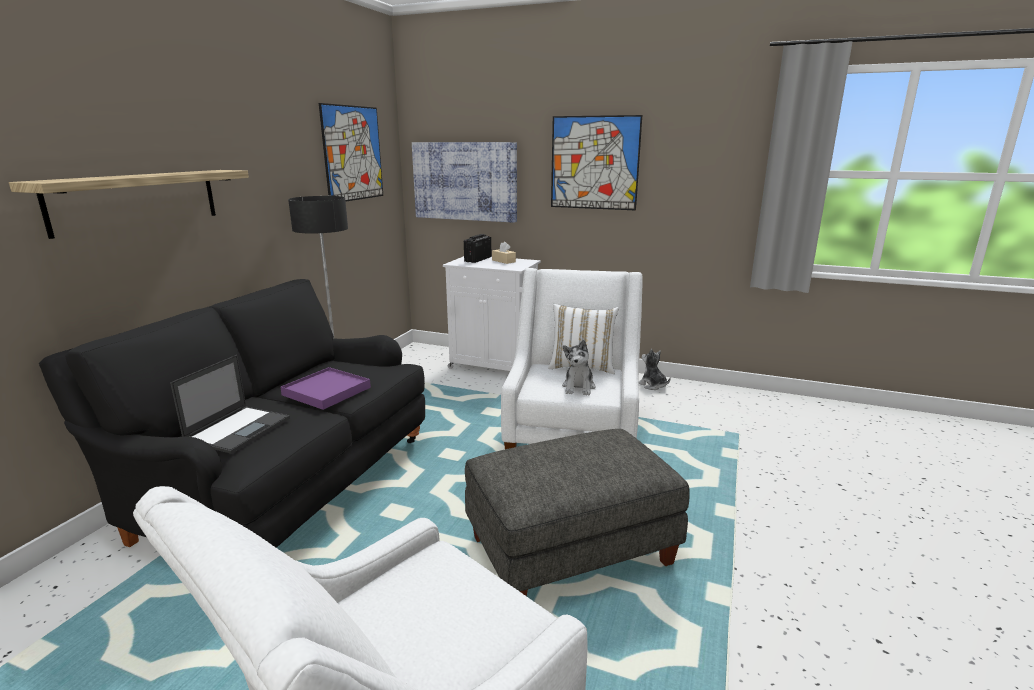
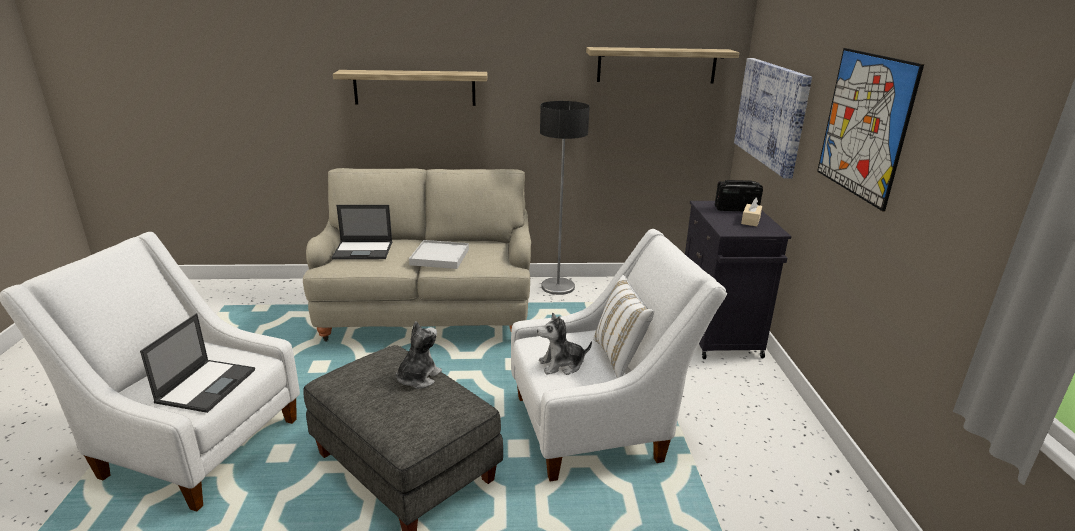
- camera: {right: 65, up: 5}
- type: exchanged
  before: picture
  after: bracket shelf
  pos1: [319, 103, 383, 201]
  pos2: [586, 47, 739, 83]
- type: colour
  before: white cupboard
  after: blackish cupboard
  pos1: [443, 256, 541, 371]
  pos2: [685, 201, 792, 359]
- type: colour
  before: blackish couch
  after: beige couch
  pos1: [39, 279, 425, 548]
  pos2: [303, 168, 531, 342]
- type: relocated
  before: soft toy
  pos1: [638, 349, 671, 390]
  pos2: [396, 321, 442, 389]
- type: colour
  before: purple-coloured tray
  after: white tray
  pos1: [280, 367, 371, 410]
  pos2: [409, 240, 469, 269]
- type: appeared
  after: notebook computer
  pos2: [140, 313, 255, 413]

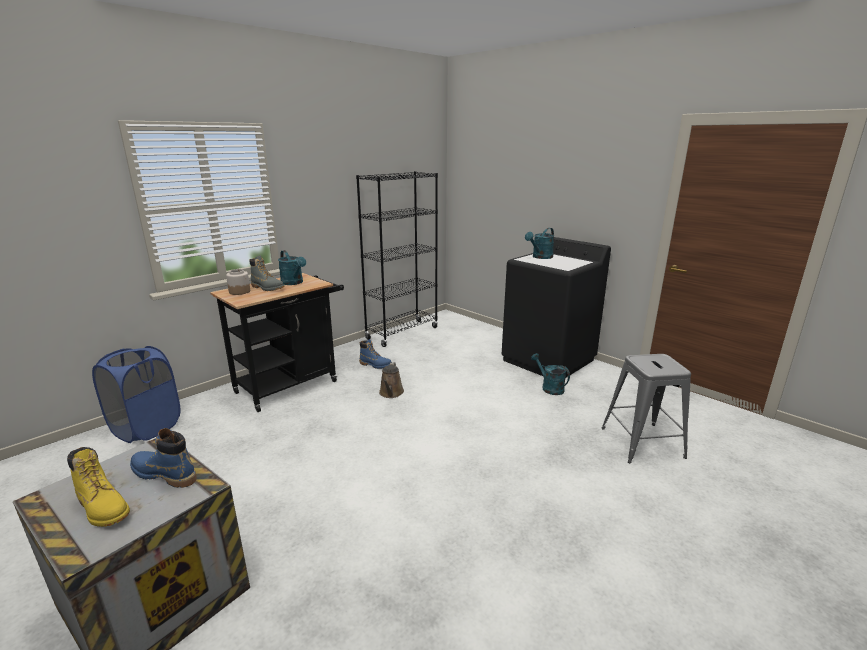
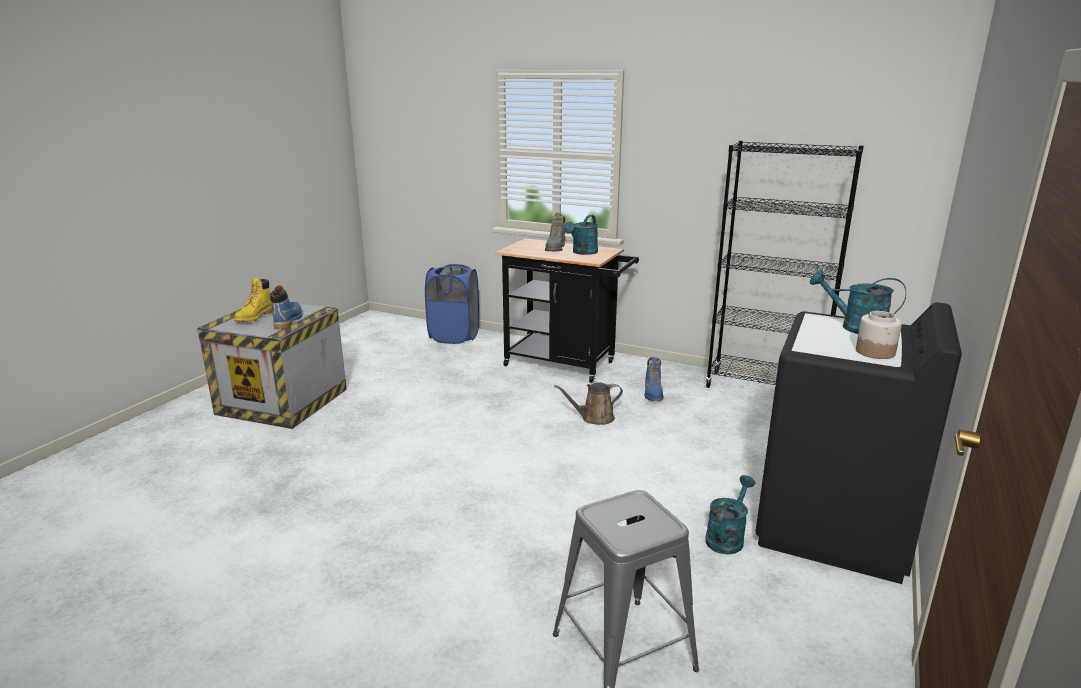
- camera: {right: 70, up: 0}
- type: relocated
  before: preserve jar
  pos1: [226, 269, 250, 295]
  pos2: [856, 311, 902, 359]

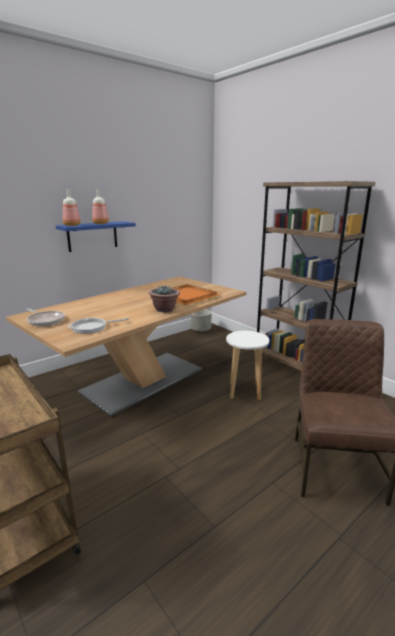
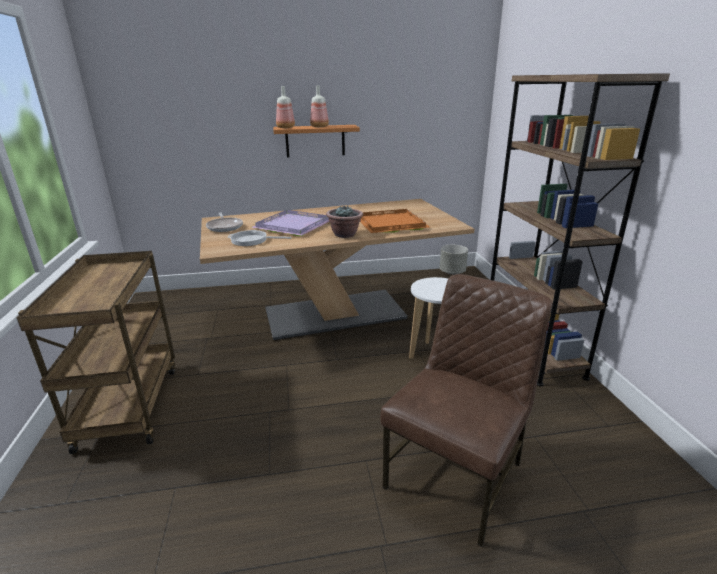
- camera: {right: 30, up: 5}
- type: colour
  before: bluish bracket shelf
  after: orangey bracket shelf
  pos1: [56, 221, 136, 252]
  pos2: [273, 125, 360, 157]
- type: appeared
  after: purple-coloured tray
  pos2: [250, 210, 329, 236]

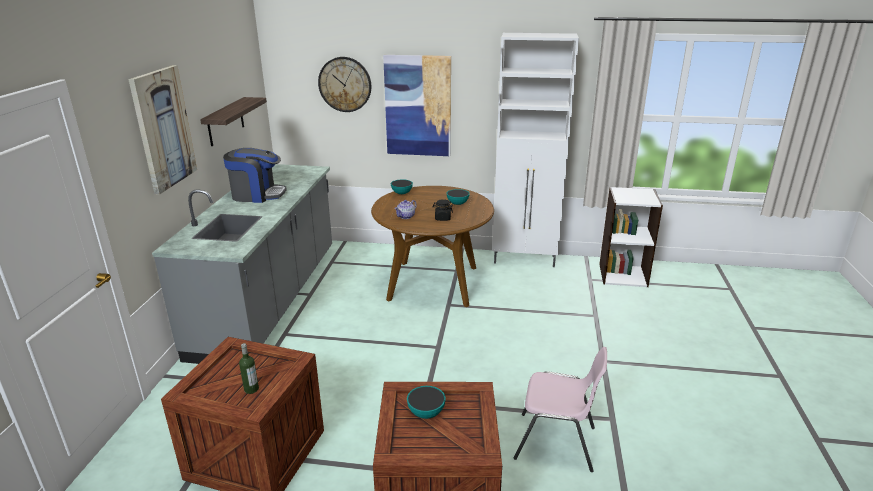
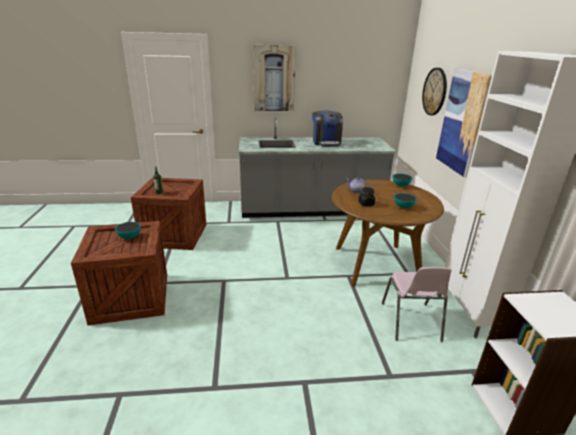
- camera: {right: 75, up: 0}
- type: missing
  before: bracket shelf
  pos1: [200, 97, 267, 146]
- type: relocated
  before: pink upright chair
  pos1: [514, 347, 607, 472]
  pos2: [382, 267, 452, 342]

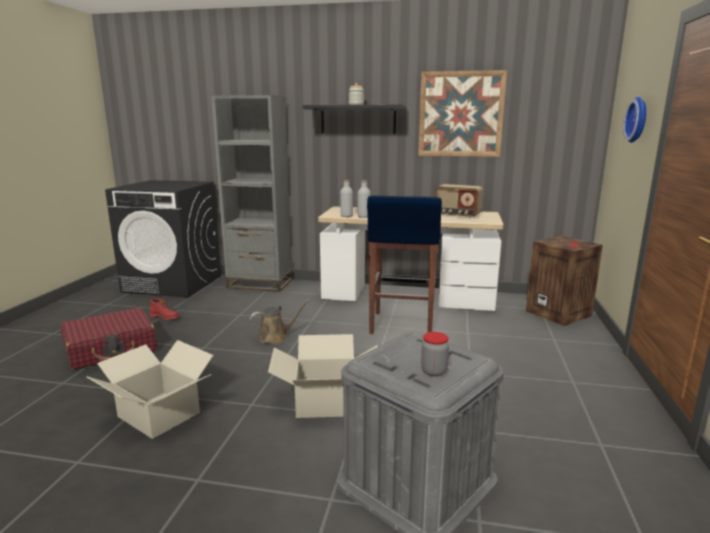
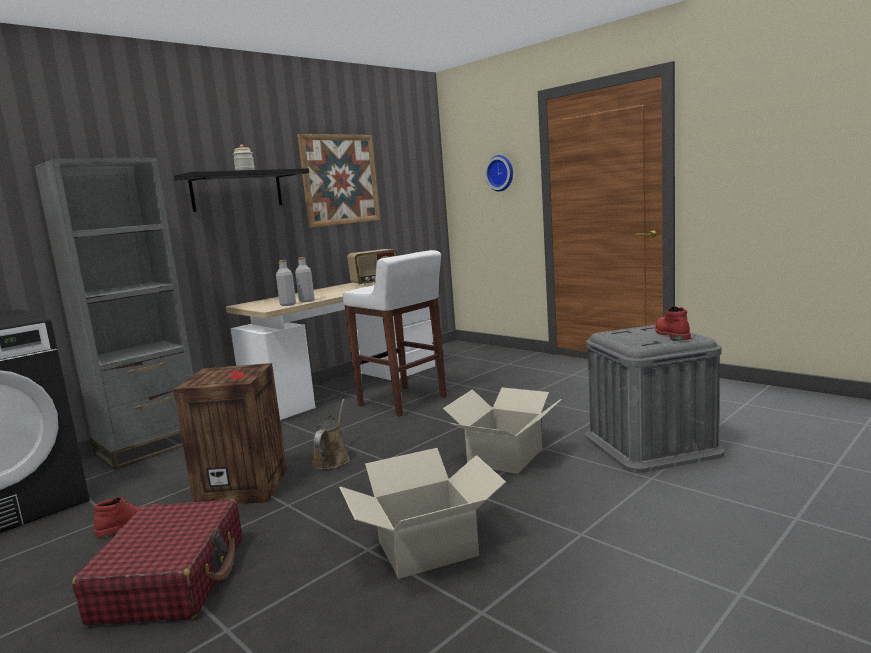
- camera: {right: -55, up: -5}
- type: colour
  before: bluish sitting stool
  after: white sitting stool
  pos1: [367, 195, 442, 334]
  pos2: [343, 250, 447, 417]
- type: relocated
  before: crate
  pos1: [526, 236, 603, 326]
  pos2: [173, 363, 287, 504]
- type: exchanged
  before: preserve jar
  after: red tall boot
  pos1: [421, 332, 449, 376]
  pos2: [655, 306, 691, 340]

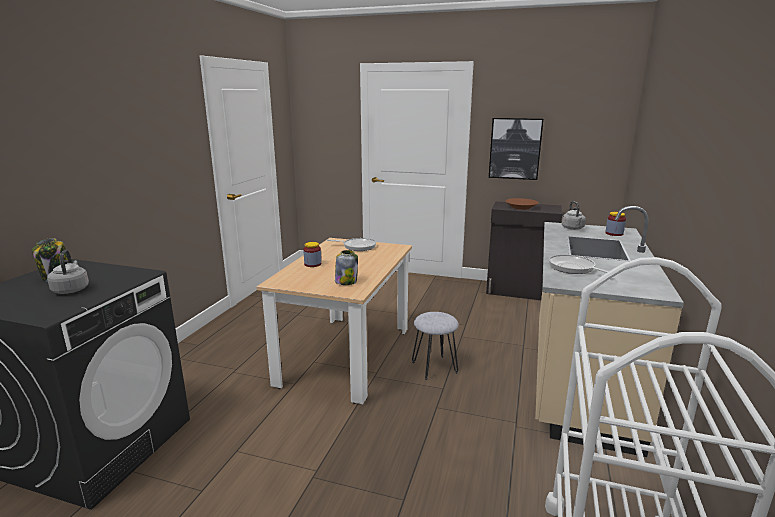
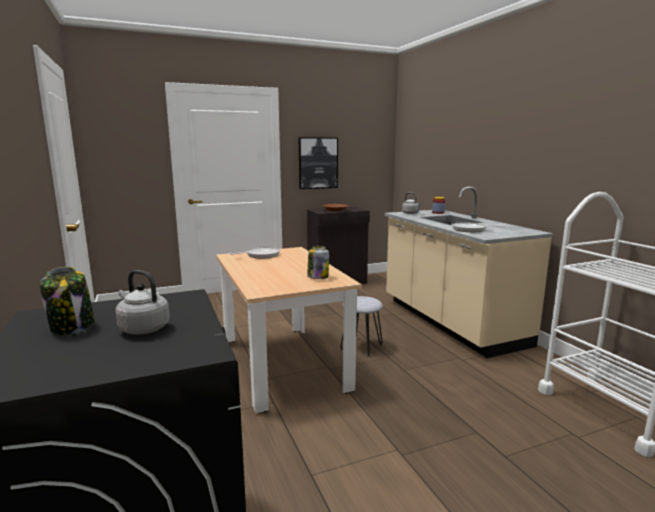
- camera: {right: -40, up: -5}
- type: missing
  before: preserve jar
  pos1: [303, 242, 321, 267]

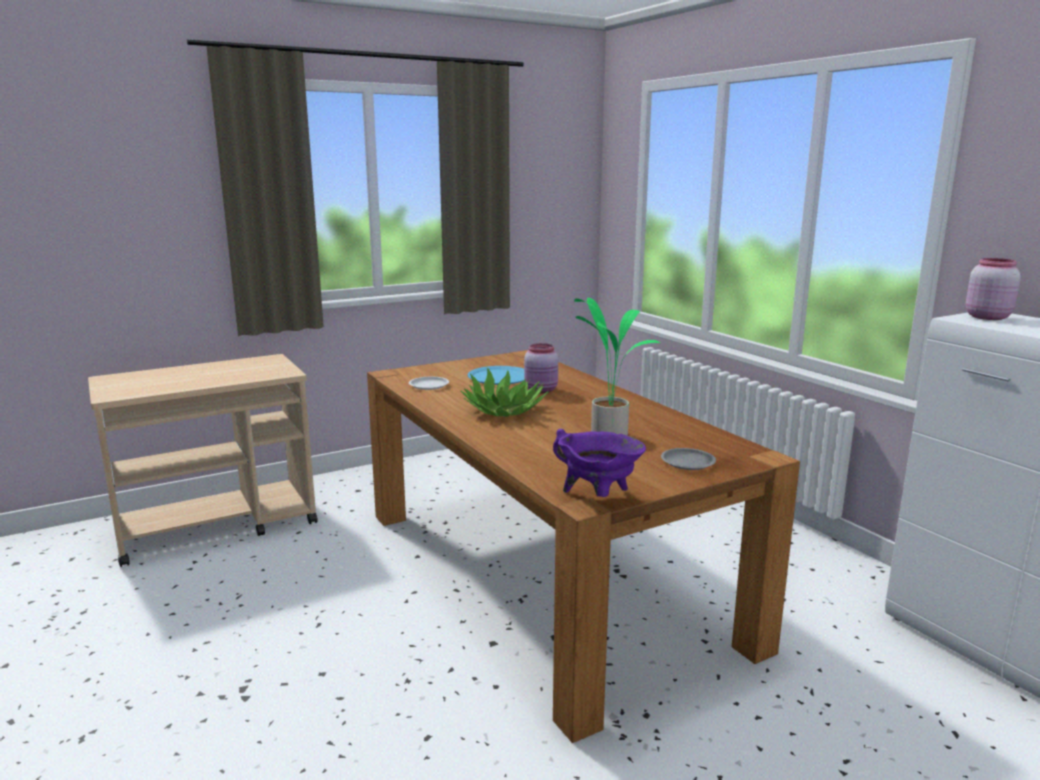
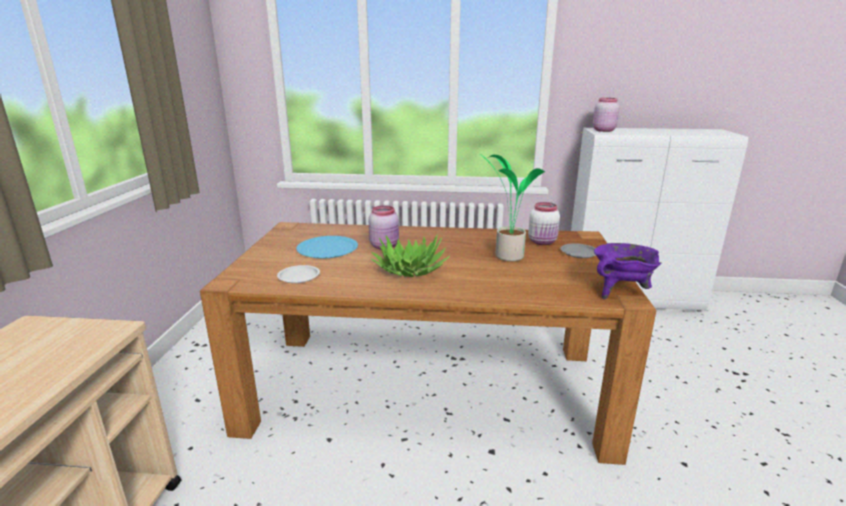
- camera: {right: -55, up: 5}
- type: appeared
  after: white preserve jar
  pos2: [528, 202, 560, 245]

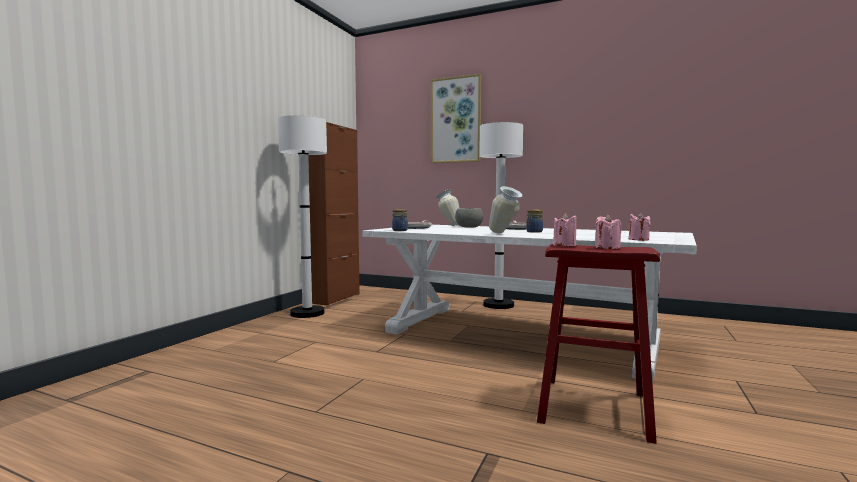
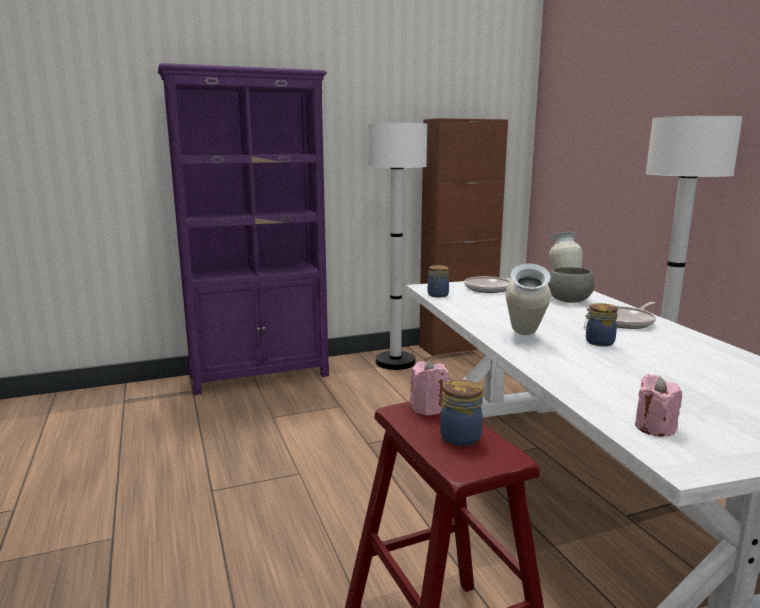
- camera: {right: 45, up: 10}
- type: missing
  before: picture
  pos1: [431, 74, 481, 163]
- type: exchanged
  before: pink candle
  after: preserve jar
  pos1: [595, 214, 621, 249]
  pos2: [440, 380, 483, 447]
- type: appeared
  after: purple-coloured shelving unit
  pos2: [158, 63, 329, 395]

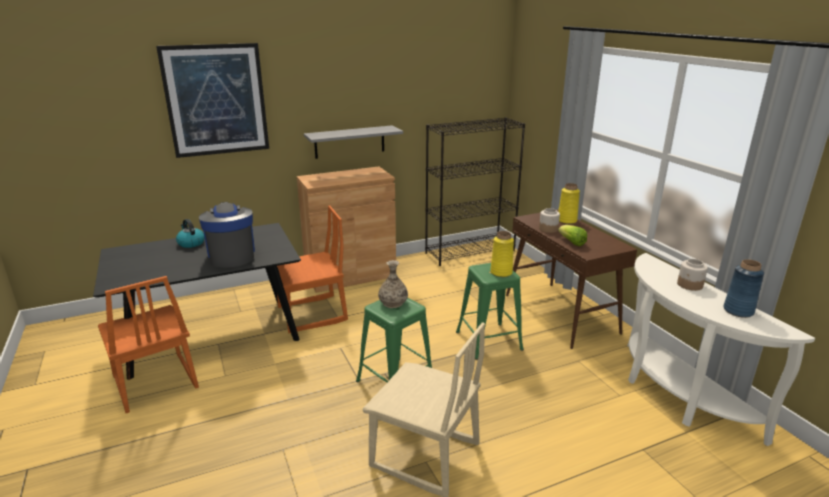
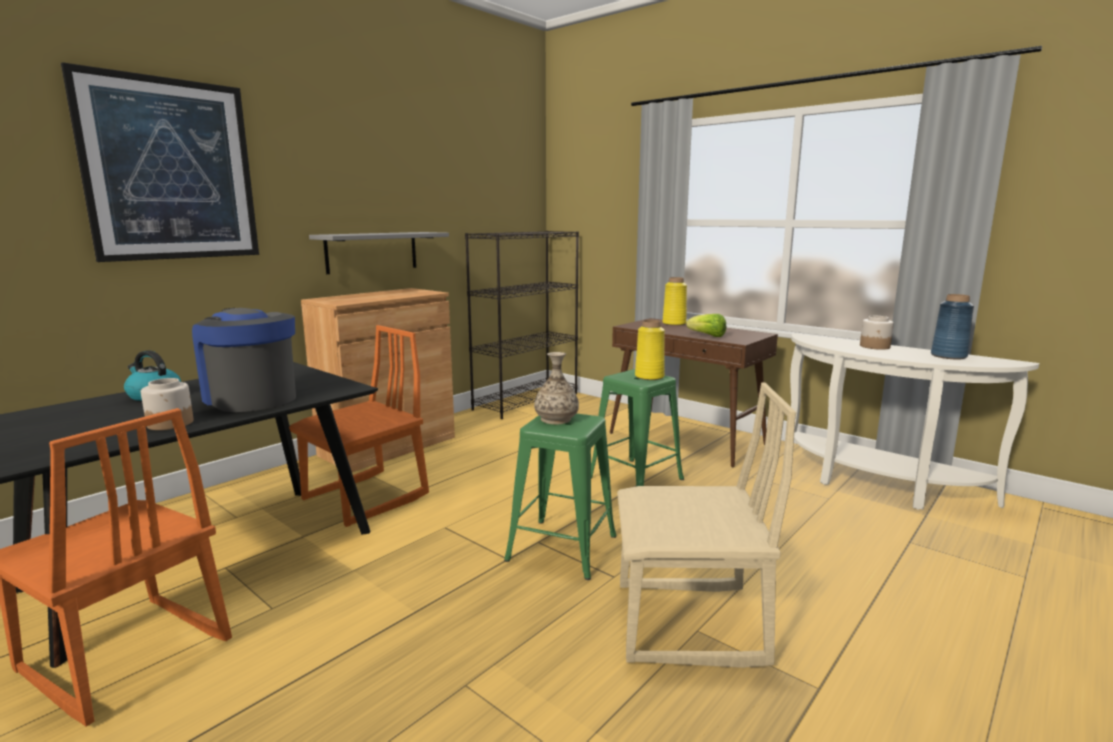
- camera: {right: -25, up: -10}
- type: relocated
  before: preserve jar
  pos1: [539, 208, 560, 233]
  pos2: [141, 378, 194, 430]

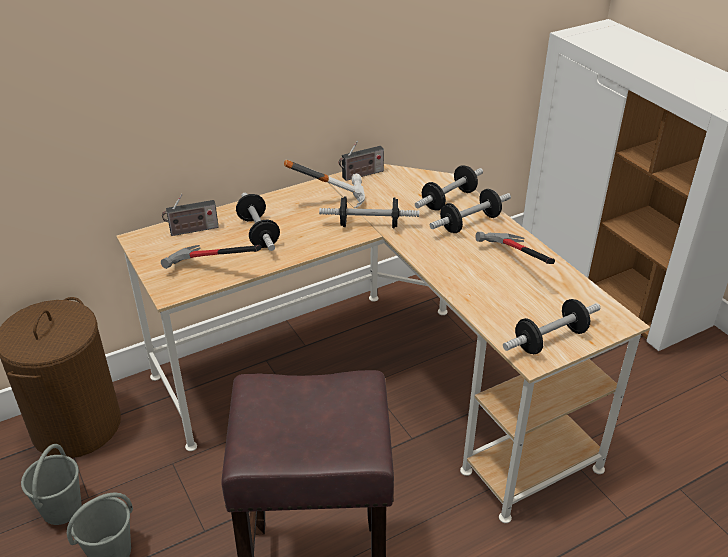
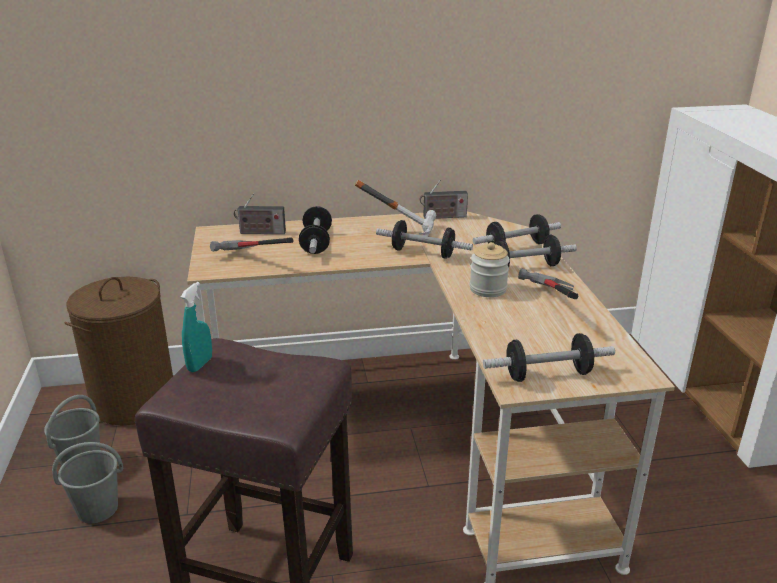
- camera: {right: 20, up: -10}
- type: appeared
  after: preserve jar
  pos2: [470, 242, 510, 297]
- type: appeared
  after: turquoise-coloured hand sprayer
  pos2: [181, 282, 212, 372]

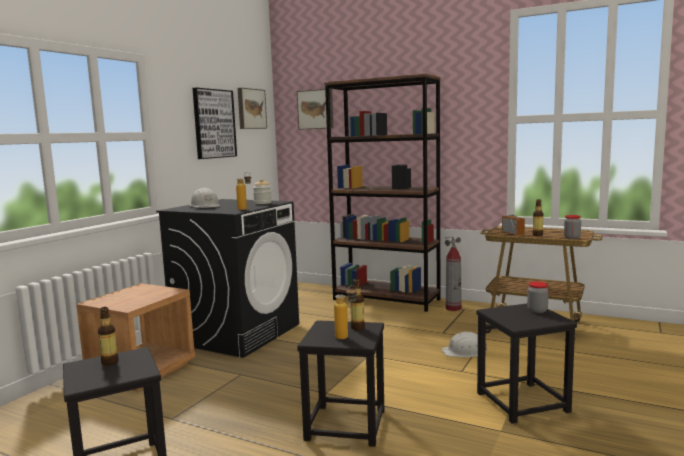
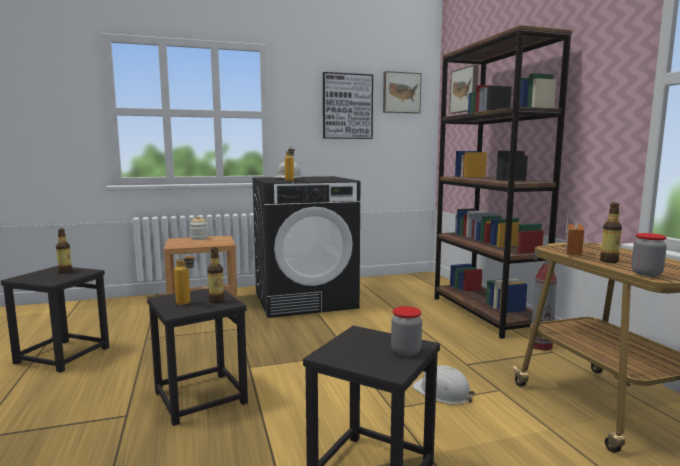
- camera: {right: 45, up: 0}
- type: relocated
  before: preserve jar
  pos1: [253, 179, 272, 204]
  pos2: [190, 216, 208, 240]

